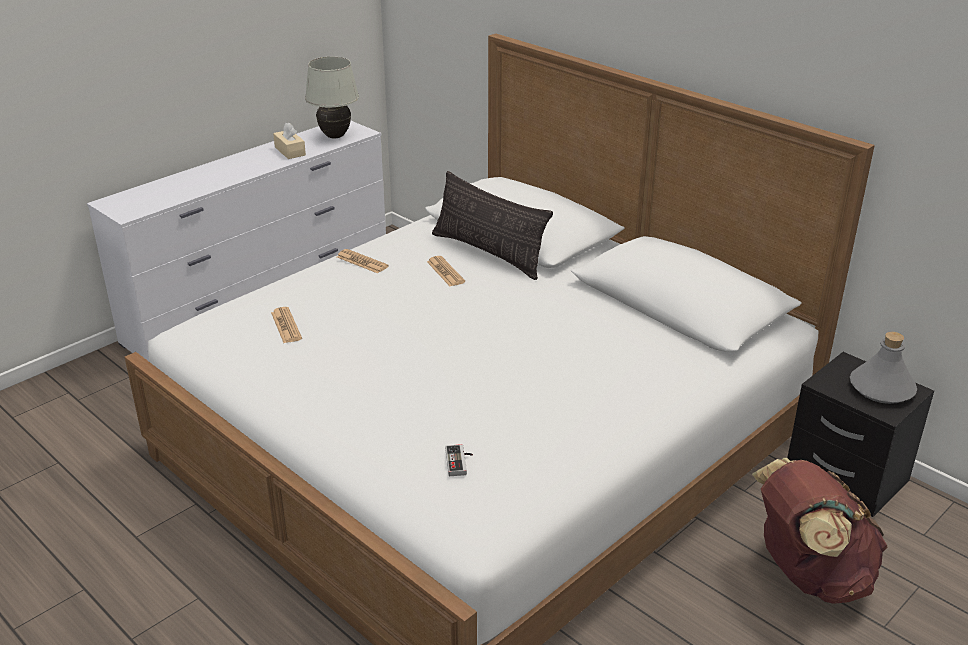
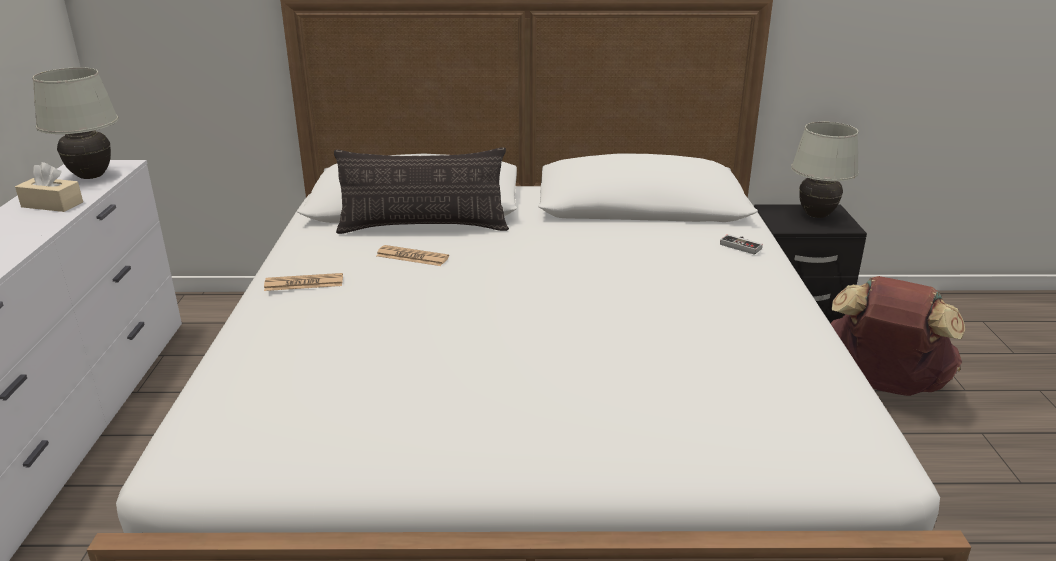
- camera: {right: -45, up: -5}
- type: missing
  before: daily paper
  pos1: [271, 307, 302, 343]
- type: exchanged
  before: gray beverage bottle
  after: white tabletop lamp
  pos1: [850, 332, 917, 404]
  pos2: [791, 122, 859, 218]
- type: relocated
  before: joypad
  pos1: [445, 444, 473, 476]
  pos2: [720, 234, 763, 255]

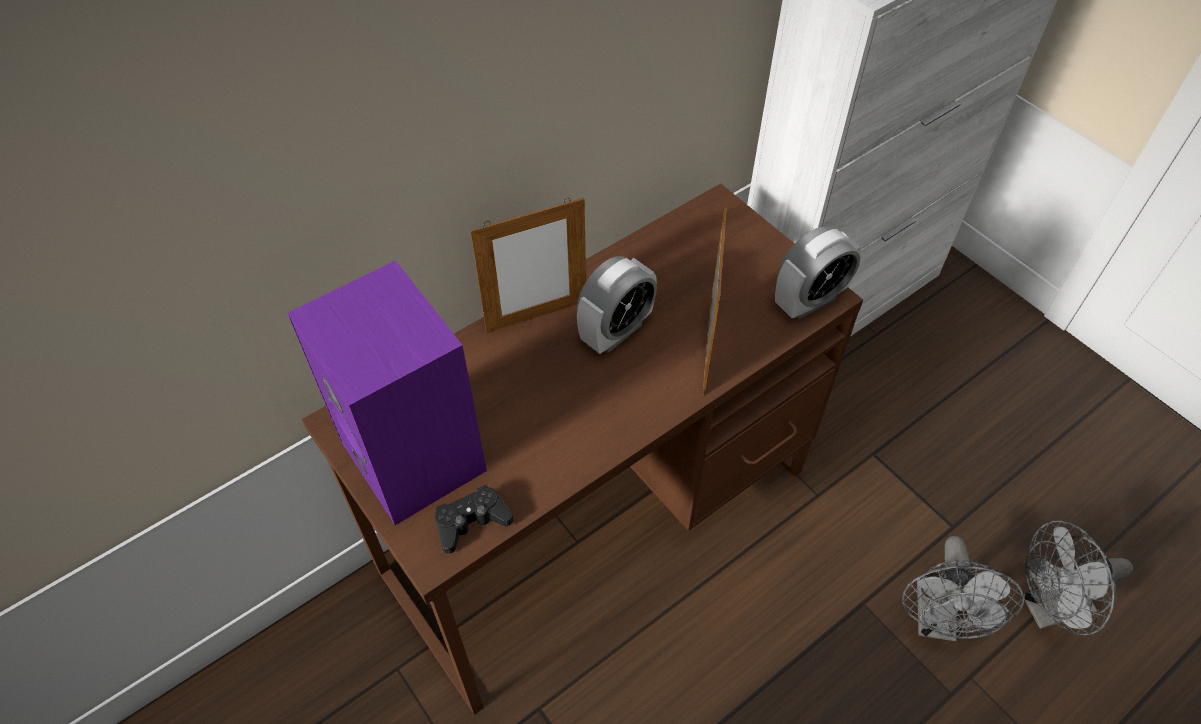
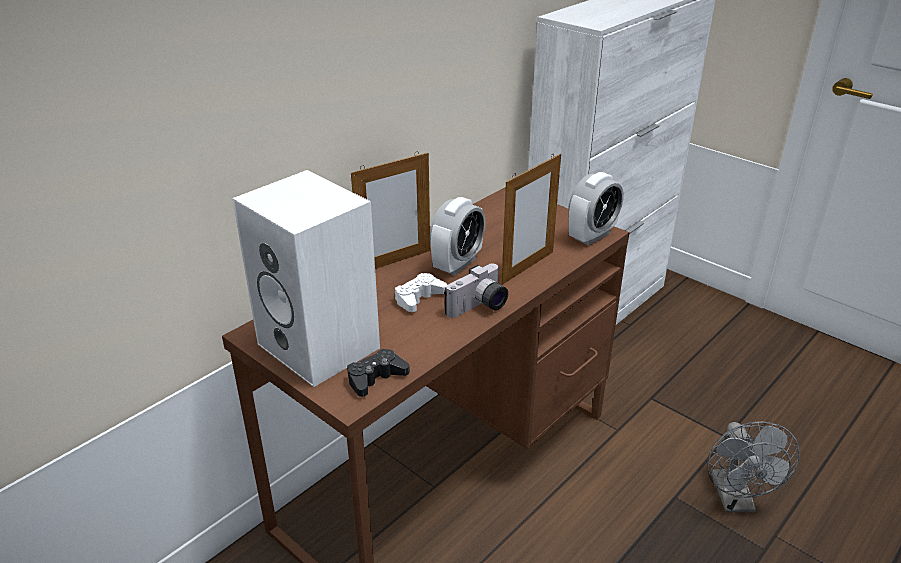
- camera: {right: -10, up: -20}
- type: spun
  before: standing frame
  pos1: [703, 207, 727, 396]
  pos2: [501, 154, 561, 285]
  turn: 45
- type: colour
  before: purple-coloured audio speaker
  after: white audio speaker
  pos1: [287, 260, 487, 525]
  pos2: [232, 170, 380, 387]
- type: missing
  before: gray cooling fan
  pos1: [1024, 521, 1133, 635]
- type: appeared
  after: still camera
  pos2: [444, 263, 508, 318]
- type: appeared
  after: white joypad
  pos2: [395, 273, 447, 312]

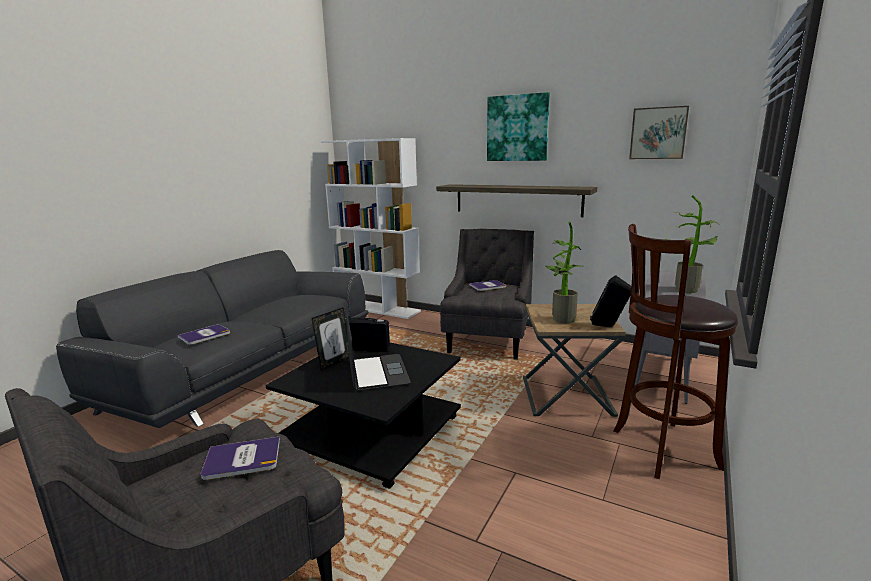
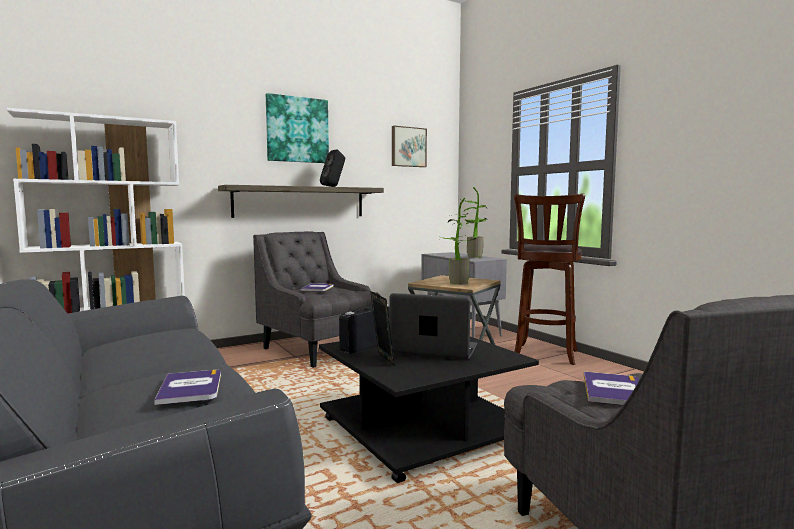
- camera: {right: -60, up: -10}
- type: relocated
  before: blackish audio speaker
  pos1: [590, 276, 631, 327]
  pos2: [320, 149, 345, 187]

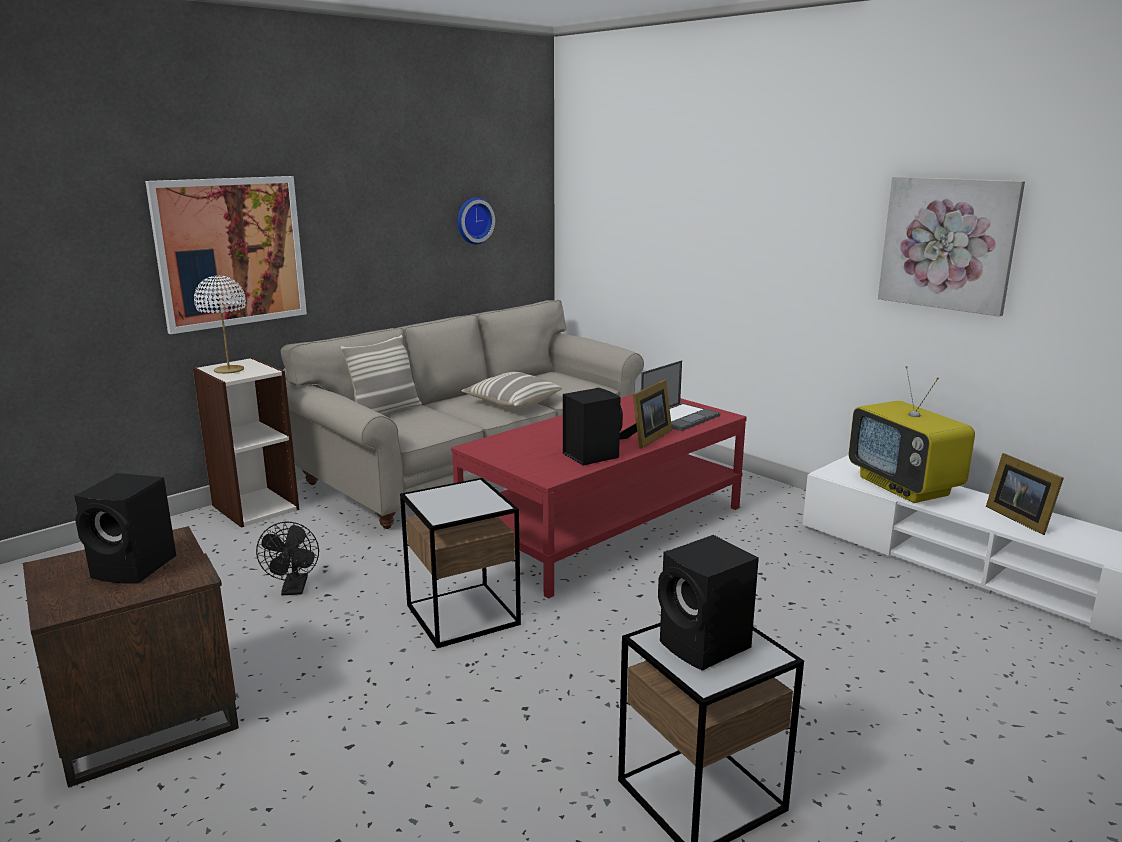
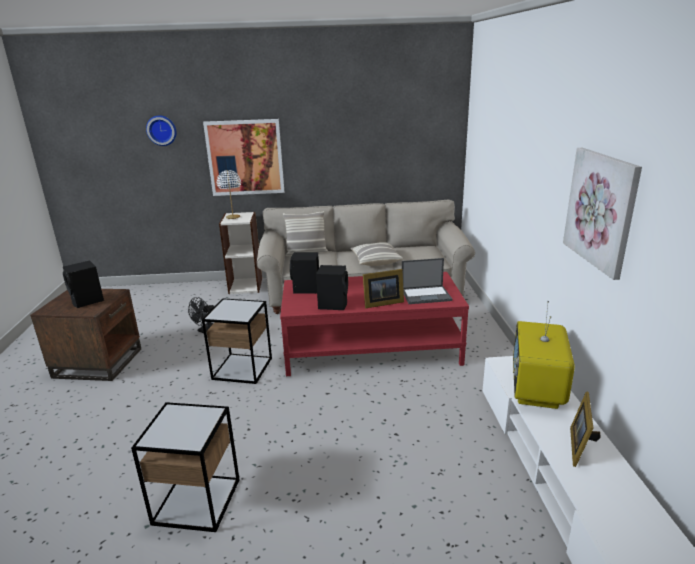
- camera: {right: 40, up: 5}
- type: relocated
  before: hanging clock
  pos1: [457, 197, 495, 244]
  pos2: [146, 115, 176, 146]
- type: relocated
  before: blackish audio speaker
  pos1: [658, 535, 759, 671]
  pos2: [290, 252, 319, 294]

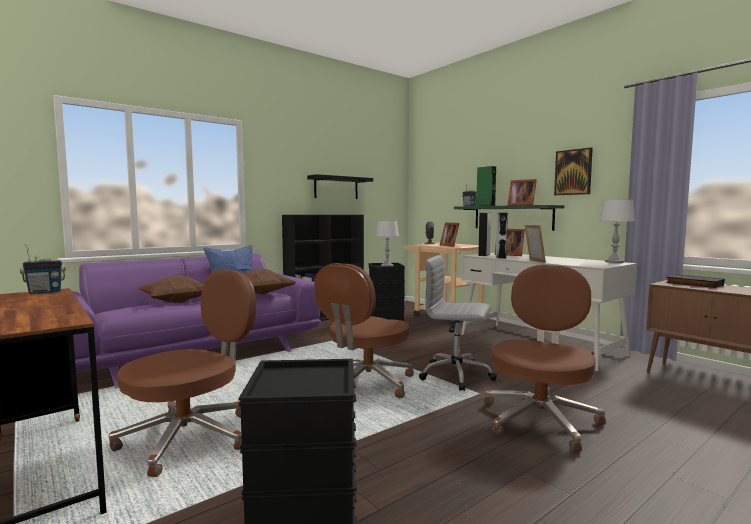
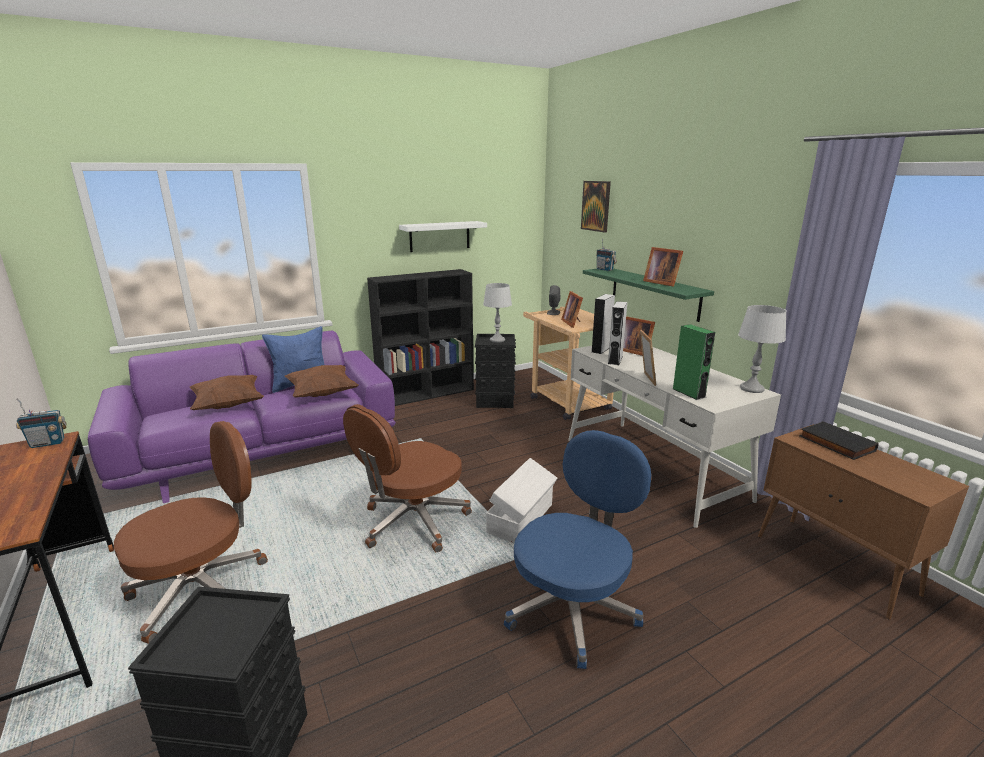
- camera: {right: 10, up: 15}
- type: relocated
  before: picture
  pos1: [554, 147, 593, 195]
  pos2: [581, 181, 611, 232]
- type: relocated
  before: green-coloured audio speaker
  pos1: [476, 166, 496, 206]
  pos2: [673, 324, 715, 400]
- type: colour
  before: blackish bracket shelf
  after: white bracket shelf
  pos1: [307, 174, 373, 199]
  pos2: [399, 221, 487, 252]
- type: exchanged
  before: gray office chair
  after: white storage container
  pos1: [419, 255, 497, 391]
  pos2: [486, 458, 557, 543]
- type: colour
  before: brown-coloured office chair
  after: bluish office chair
  pos1: [484, 265, 606, 452]
  pos2: [504, 430, 651, 669]

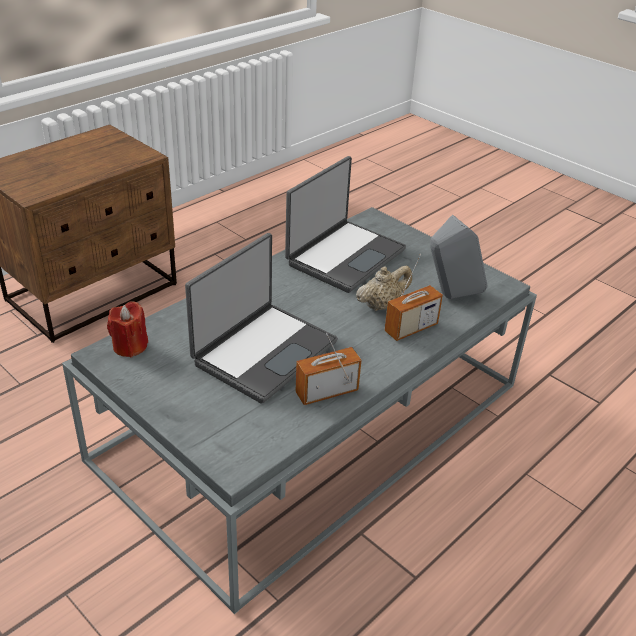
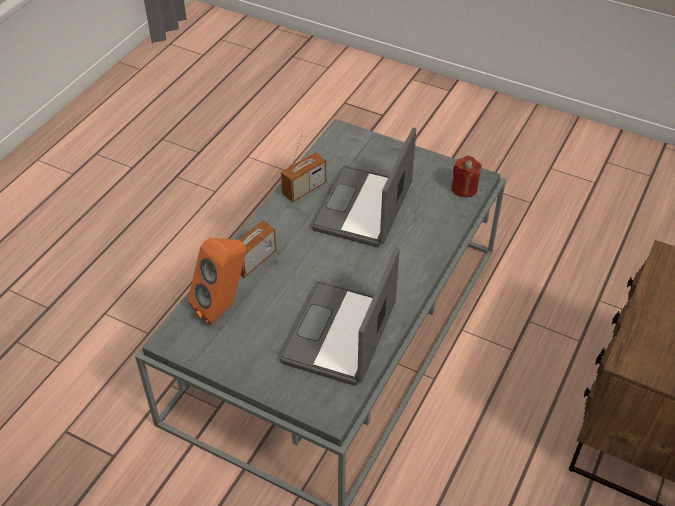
- camera: {right: 165, up: 10}
- type: colour
  before: gray audio speaker
  after: orangey audio speaker
  pos1: [430, 215, 487, 299]
  pos2: [188, 238, 246, 325]
- type: missing
  before: beige teapot
  pos1: [356, 265, 412, 311]

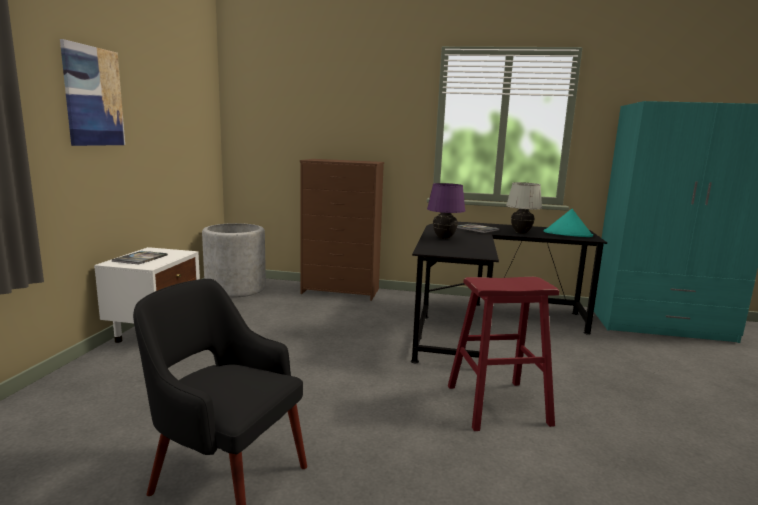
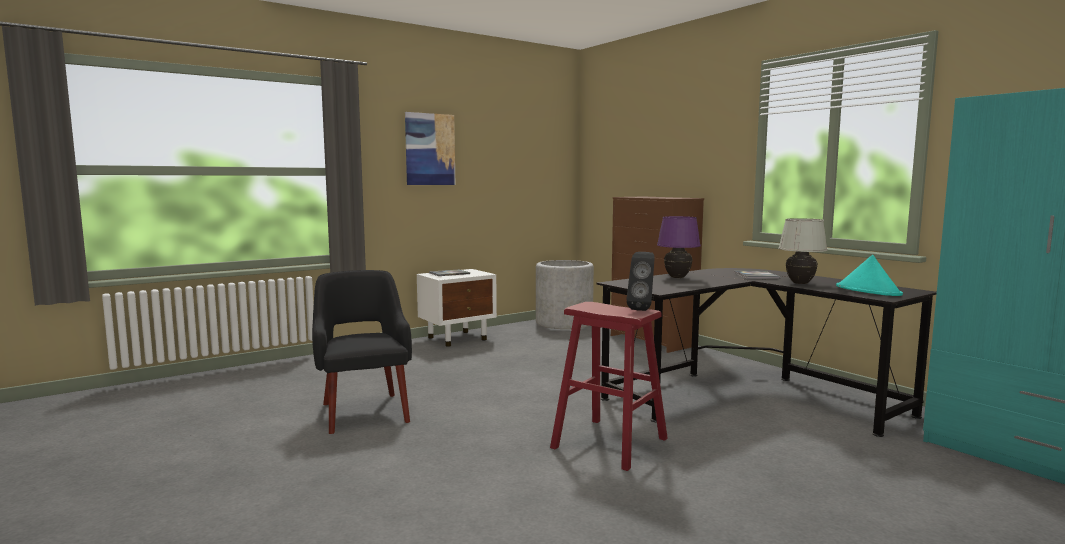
- camera: {right: 45, up: -5}
- type: appeared
  after: blackish audio speaker
  pos2: [626, 252, 655, 311]

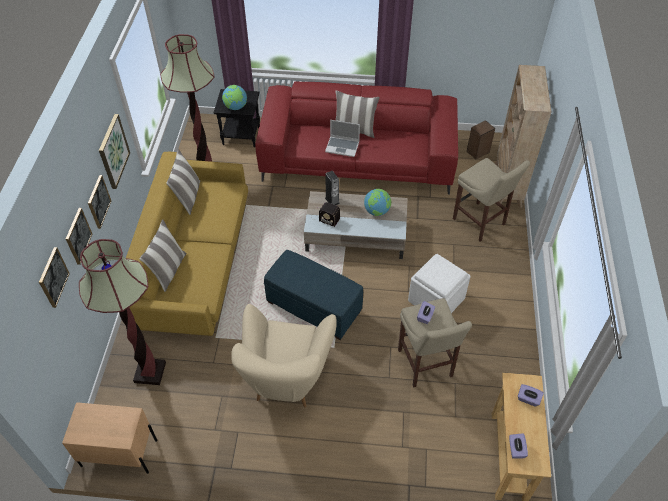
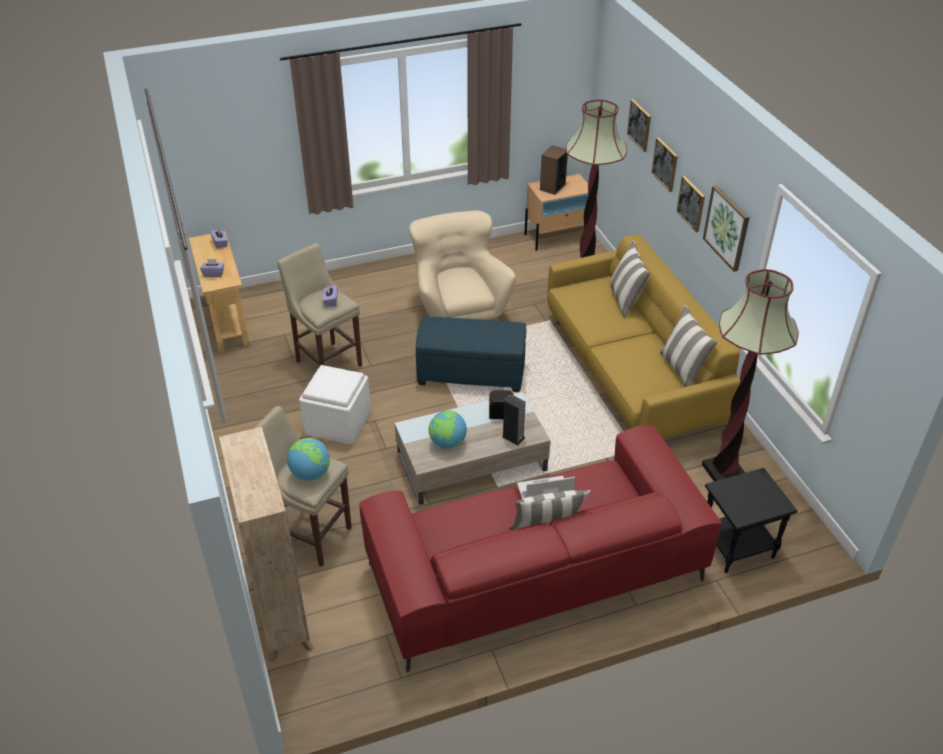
- camera: {right: 155, up: -10}
- type: relocated
  before: desk globe
  pos1: [222, 85, 247, 110]
  pos2: [287, 438, 330, 480]
- type: relocated
  before: audio speaker
  pos1: [467, 120, 495, 159]
  pos2: [540, 145, 568, 195]

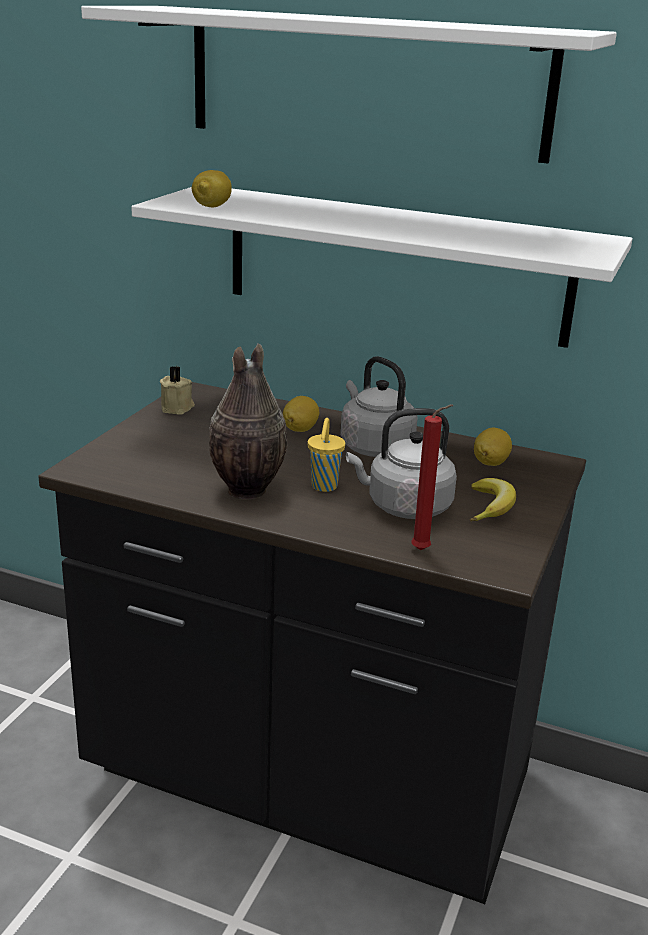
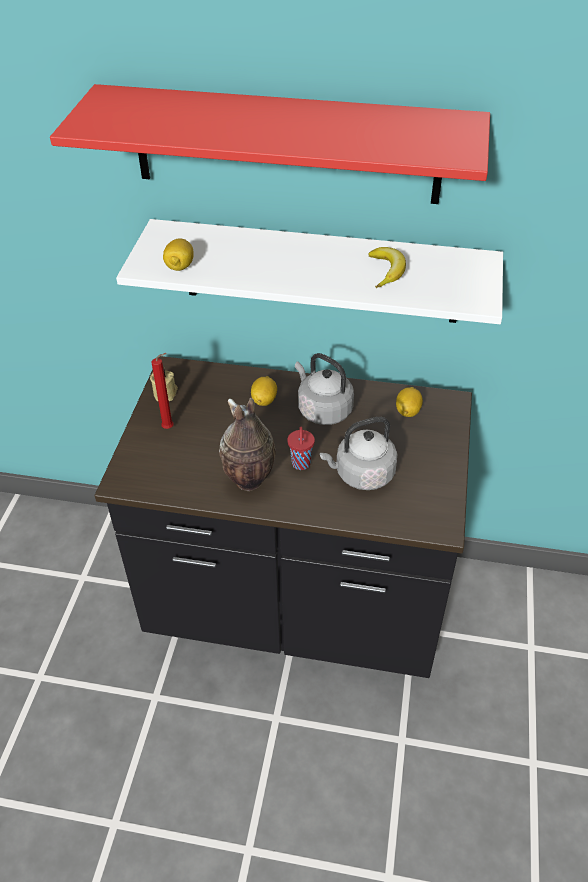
- camera: {right: -10, up: 20}
- type: colour
  before: white bracket shelf
  after: red bracket shelf
  pos1: [81, 6, 617, 164]
  pos2: [50, 84, 490, 204]
- type: relocated
  before: red candle
  pos1: [411, 404, 453, 550]
  pos2: [151, 353, 174, 429]
- type: colour
  before: yellow-coloured drinking cup
  after: red drinking cup
  pos1: [308, 418, 345, 492]
  pos2: [287, 427, 315, 470]
- type: relocated
  before: whole banana
  pos1: [470, 478, 516, 521]
  pos2: [368, 247, 406, 288]

